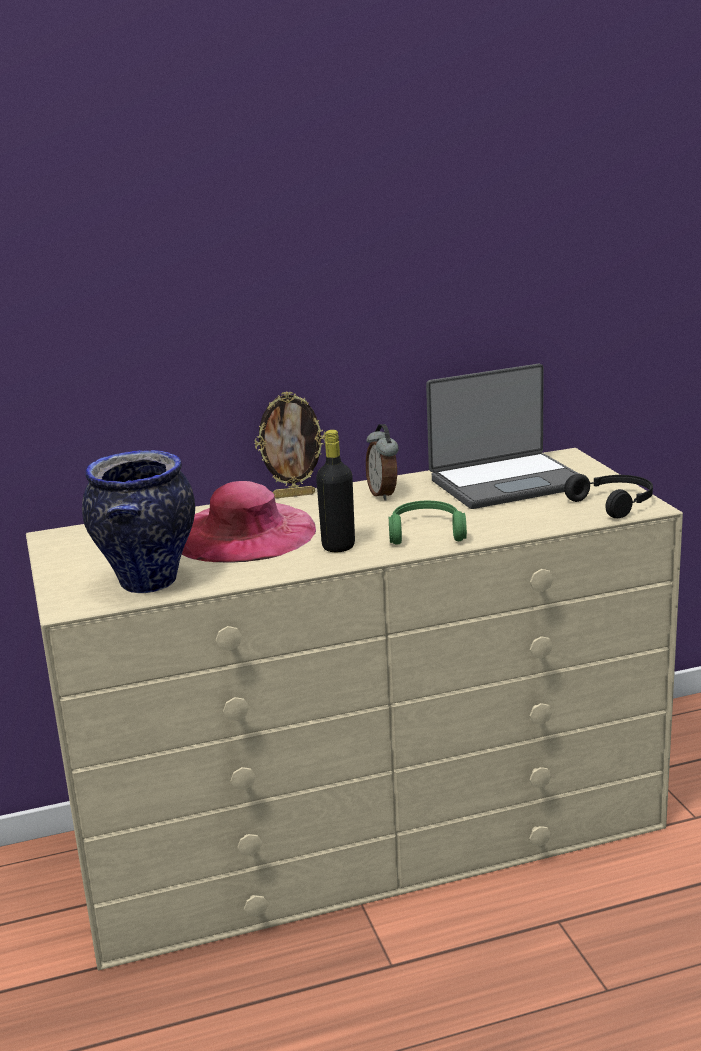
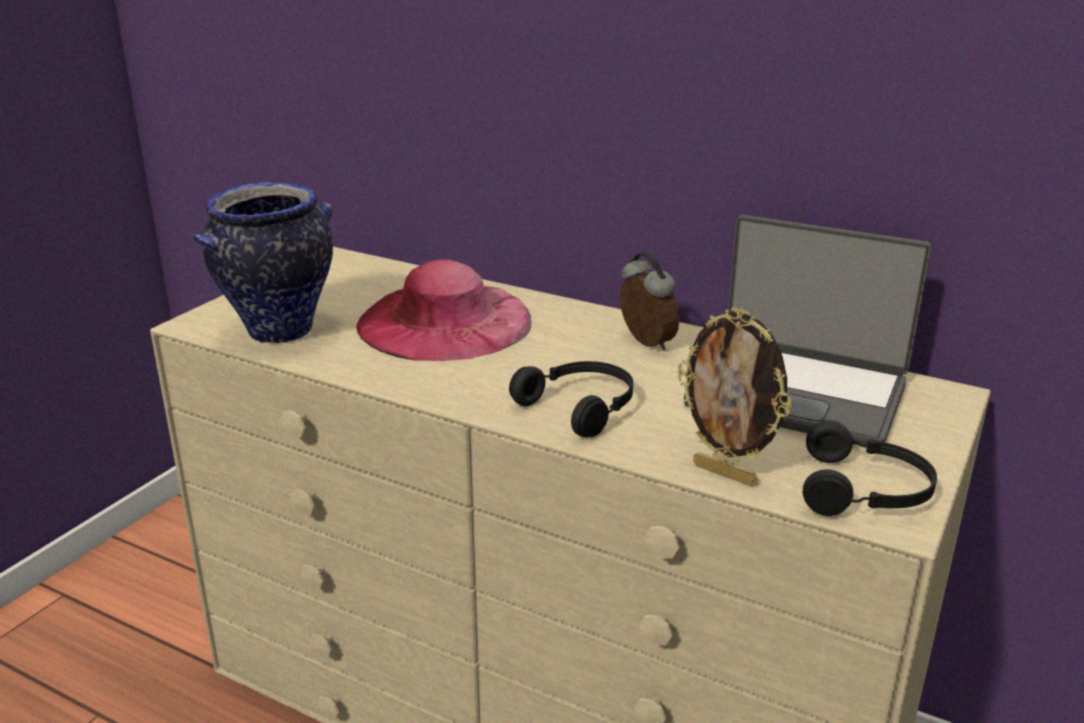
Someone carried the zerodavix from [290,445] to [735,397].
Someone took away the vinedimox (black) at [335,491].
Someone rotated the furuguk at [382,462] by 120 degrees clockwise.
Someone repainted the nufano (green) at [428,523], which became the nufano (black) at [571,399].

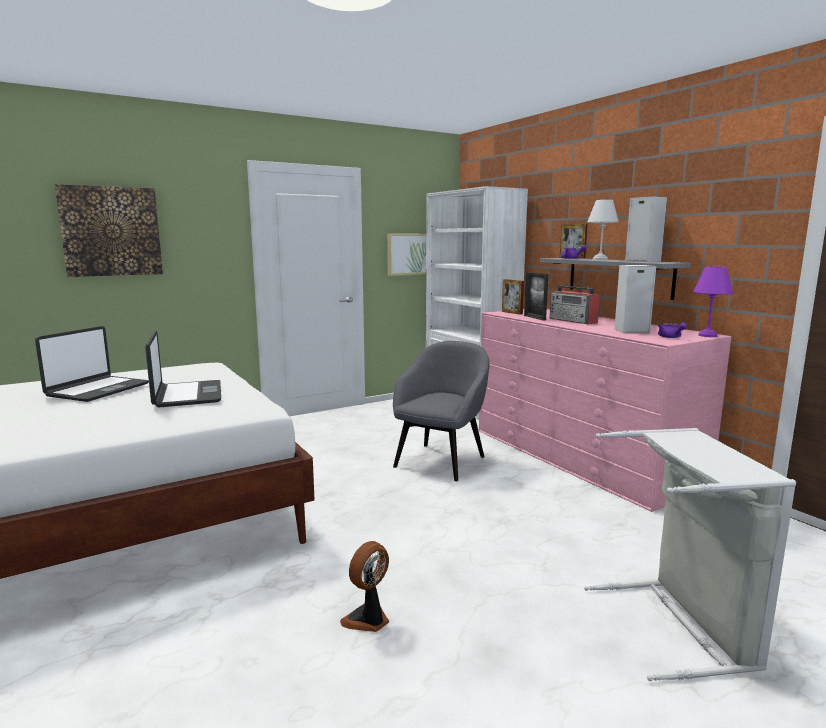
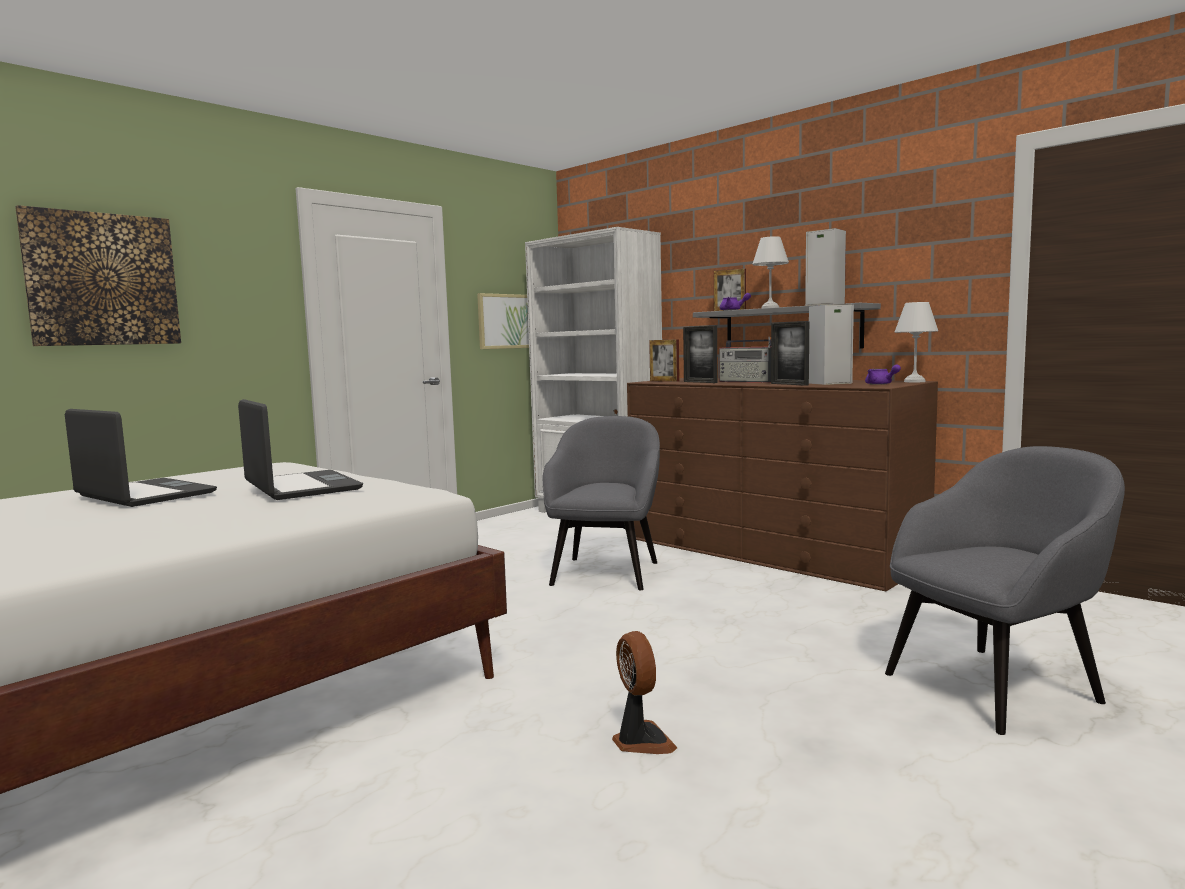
Someone rotated the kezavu at [92,364] by 60 degrees counterclockwise.
Someone rotated the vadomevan at [364,586] by 135 degrees clockwise.
Someone repainted the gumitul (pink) at [605,410], which became the gumitul (brown) at [782,484].
Someone swapped the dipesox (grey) at [690,554] for the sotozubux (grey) at [1005,590].
Someone repainted the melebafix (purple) at [713,302], which became the melebafix (white) at [916,342].
Someone put down the zerodavix at [790,353].

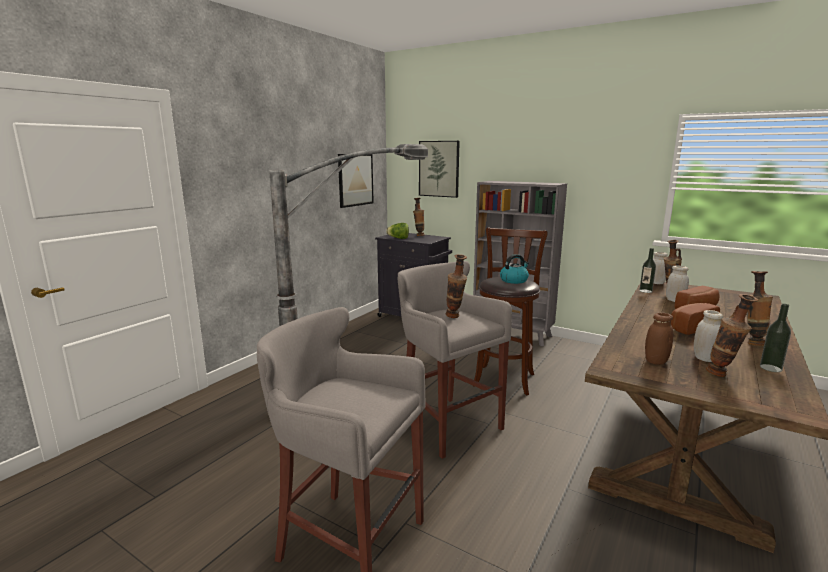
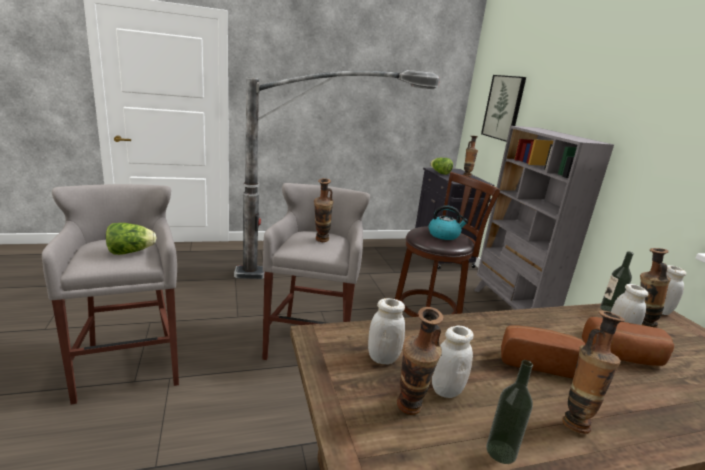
Someone took away the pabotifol at [356,181].
Someone repainted the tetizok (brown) at [659,339], which became the tetizok (white) at [386,331].
Someone put down the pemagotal at [131,239].

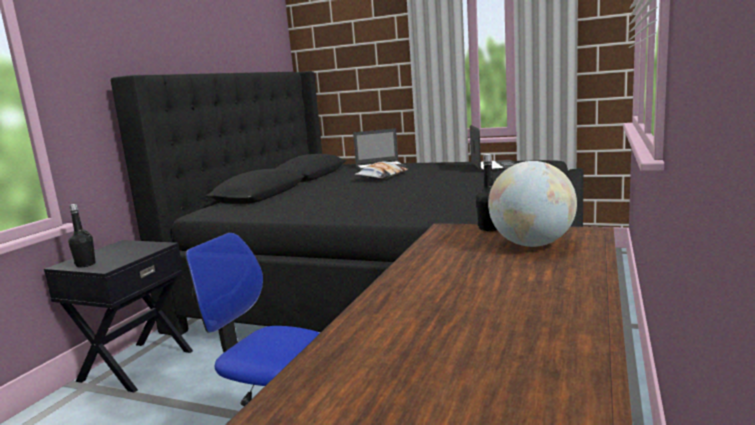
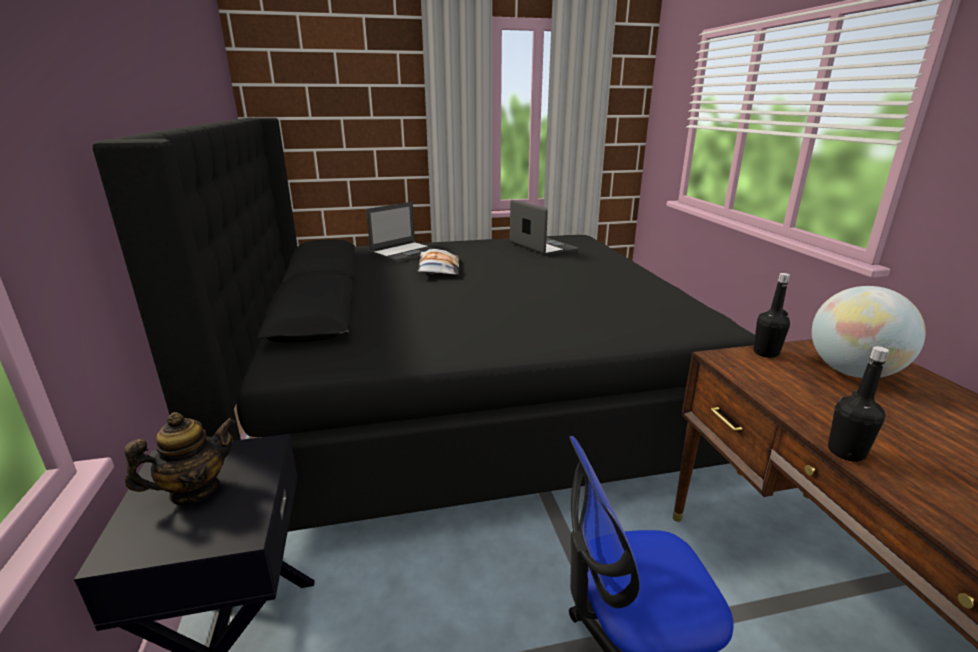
Someone carried the vinedimox (black) from [81,236] to [858,404].
Someone put down the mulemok at [179,458].

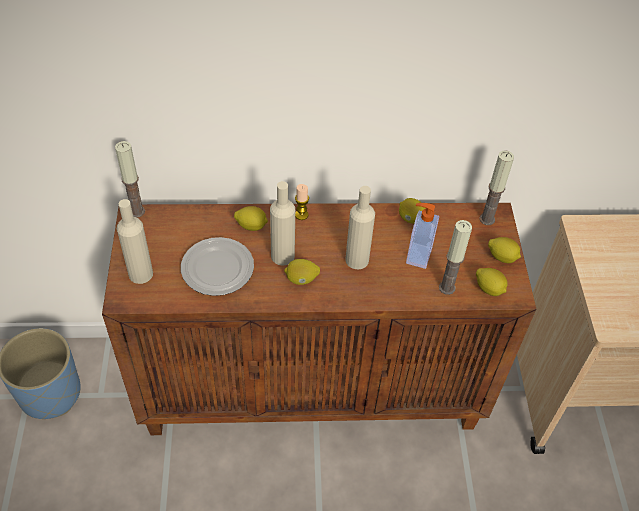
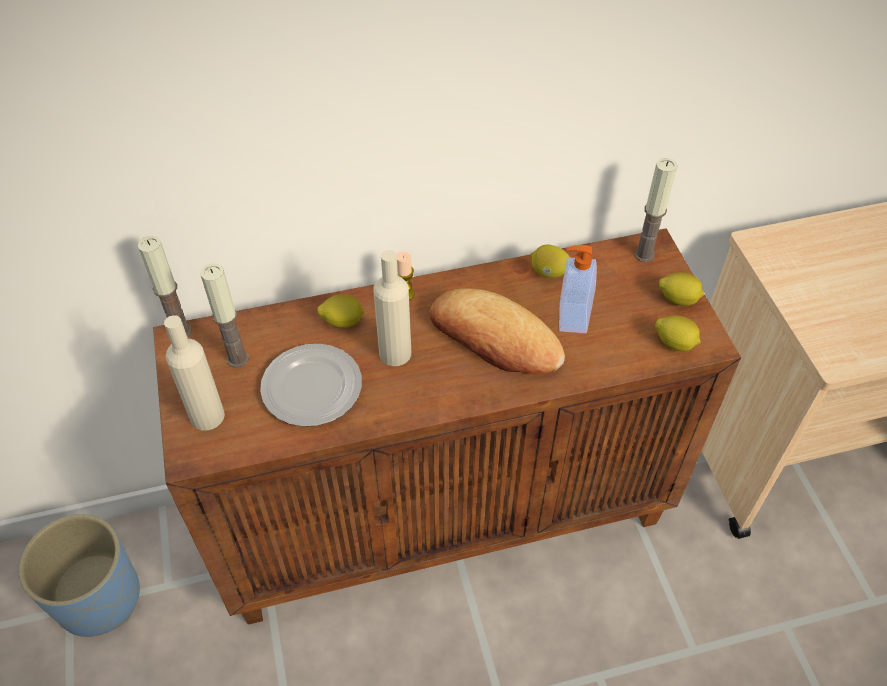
Someone took away the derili at [302,272].
Someone swapped the vinedimox (beige) at [360,227] for the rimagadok at [497,331].
Someone carried the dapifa from [455,257] to [224,316].

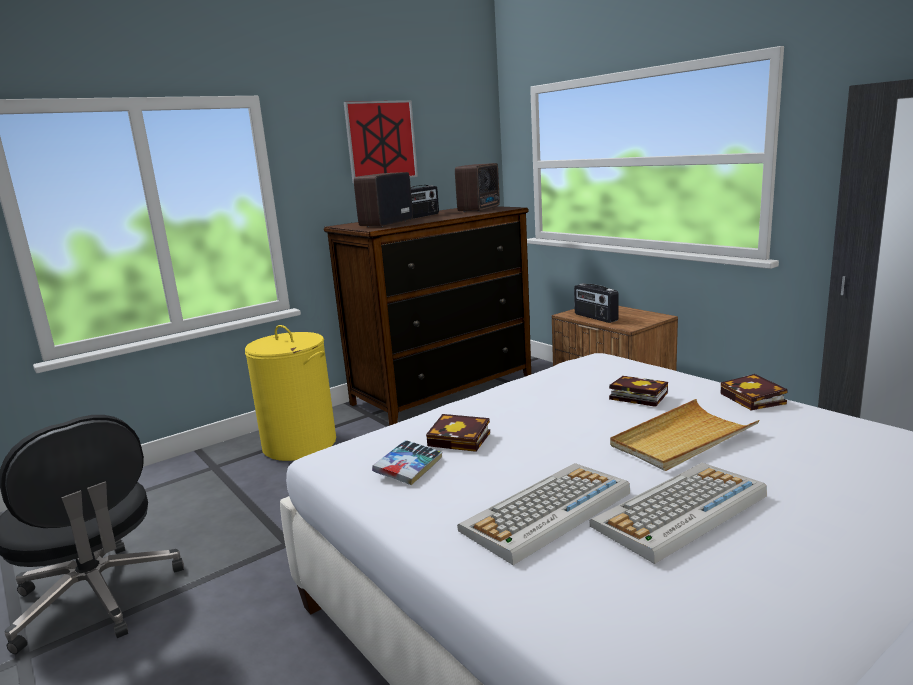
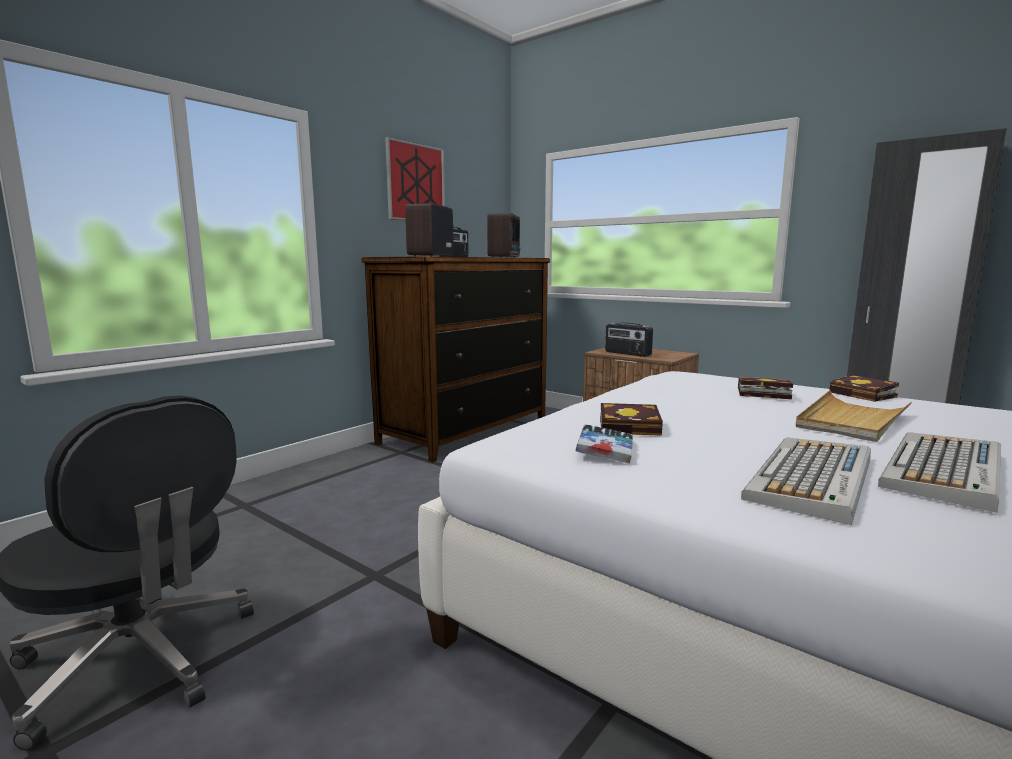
Someone took away the dipesox (yellow) at [290,393].

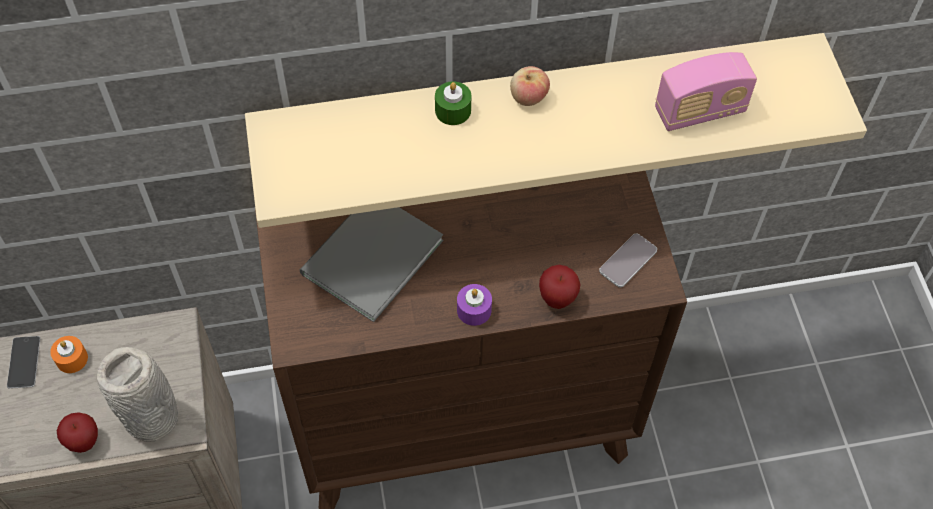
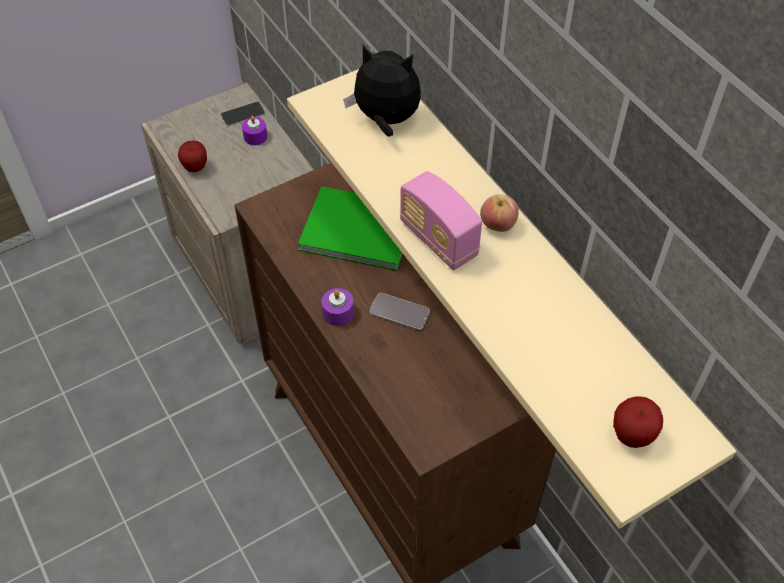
Someone repainted the dapifa (orange) at [69,354], which became the dapifa (purple) at [254,130].
Someone took away the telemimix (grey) at [137,394].
Someone repainted the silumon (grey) at [371,264], which became the silumon (green) at [350,228].
Someone took away the dapifa (green) at [453,103].
Someone carried the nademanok from [559,287] to [638,422].
Someone carried the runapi from [628,260] to [400,311].
Someone carried the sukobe from [706,91] to [441,220].
Someone put down the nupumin at [382,90].

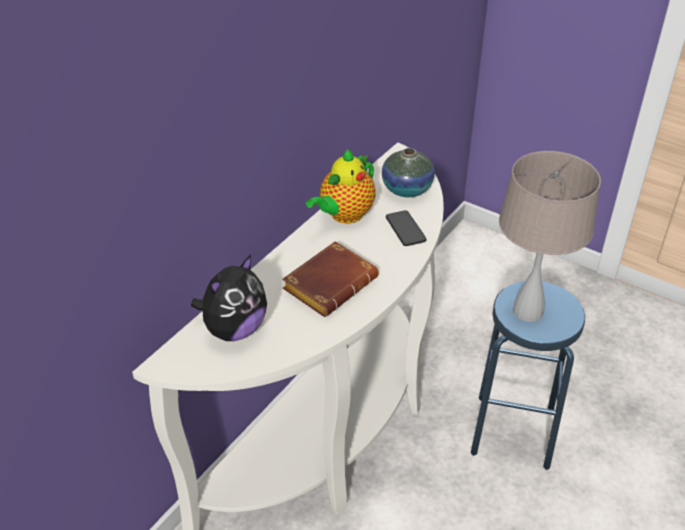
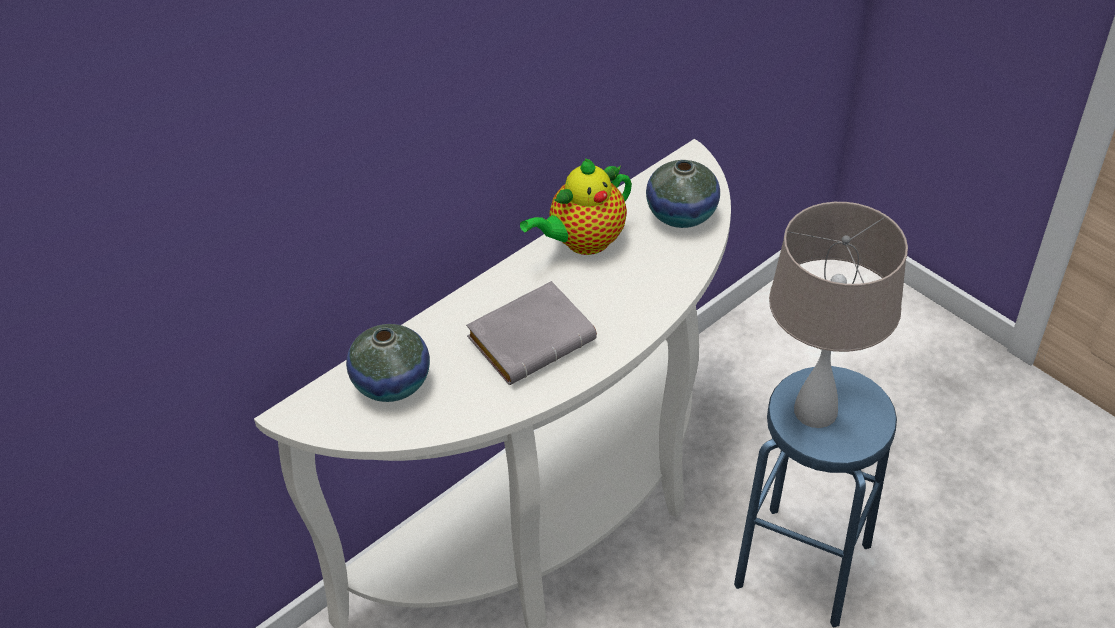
Someone swapped the nupumin at [229,298] for the telemimix at [388,363].
Someone repainted the silumon (brown) at [330,279], which became the silumon (grey) at [531,333].
Someone took away the runapi at [406,228].

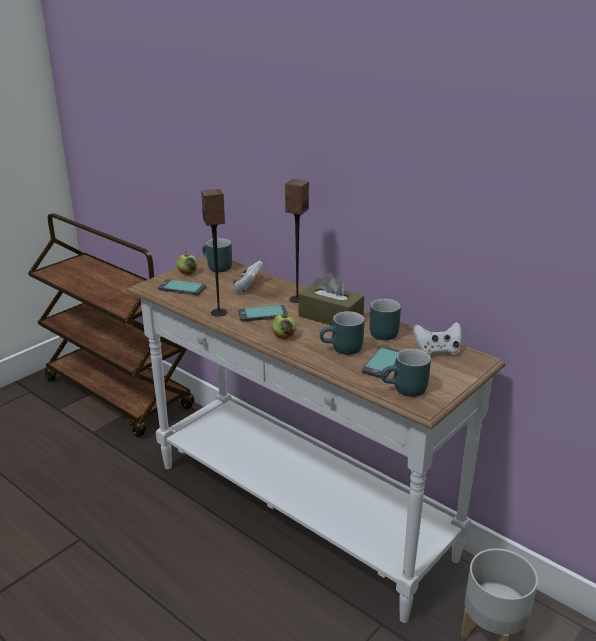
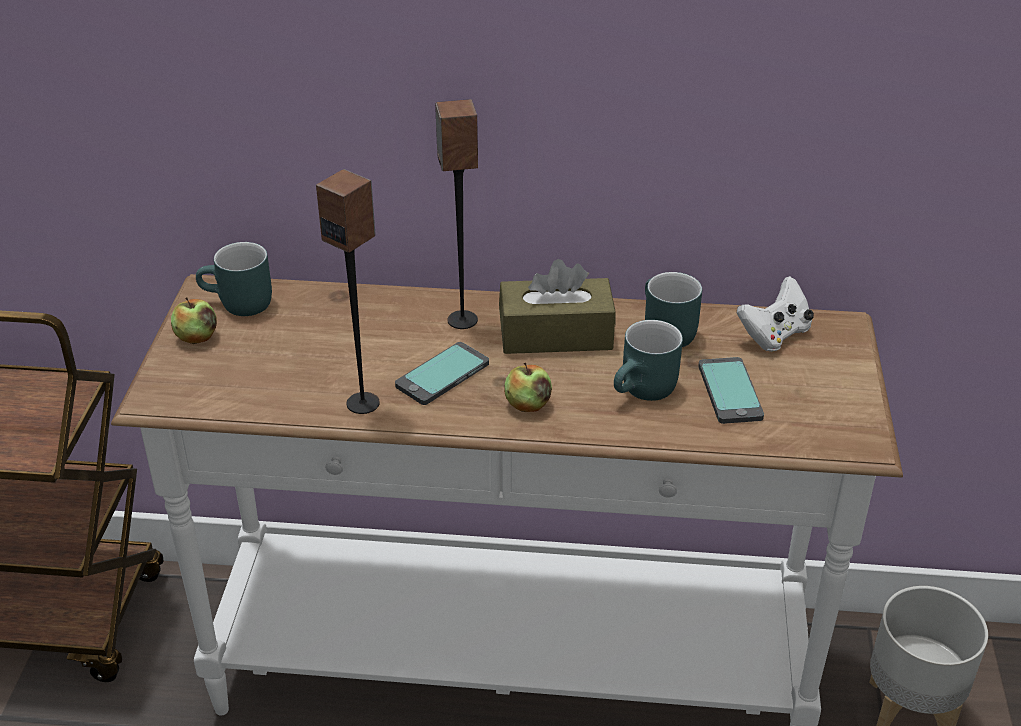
Someone took away the runapi at [182,287].
Someone took away the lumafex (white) at [248,276].
Someone took away the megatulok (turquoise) at [406,372].

